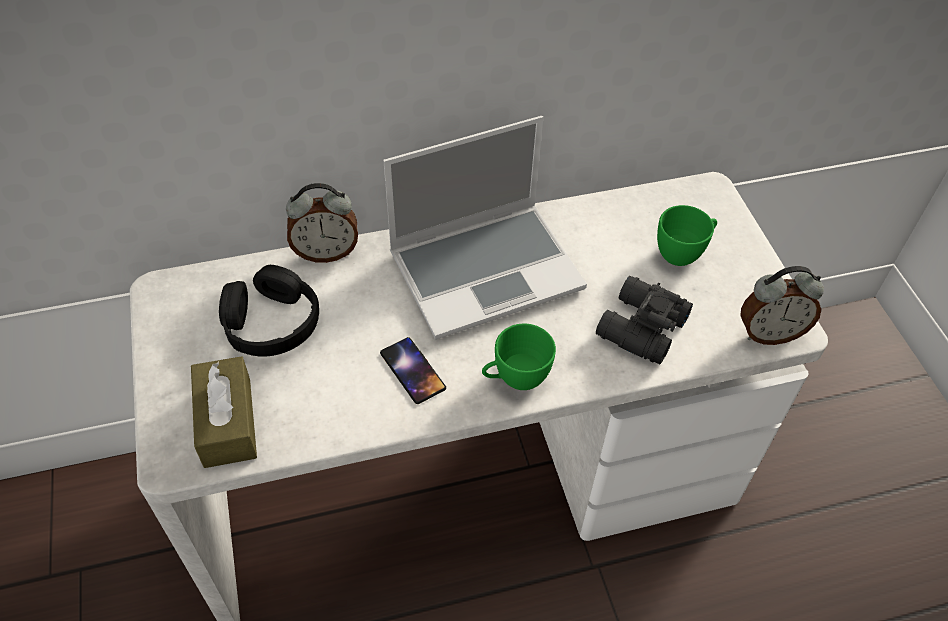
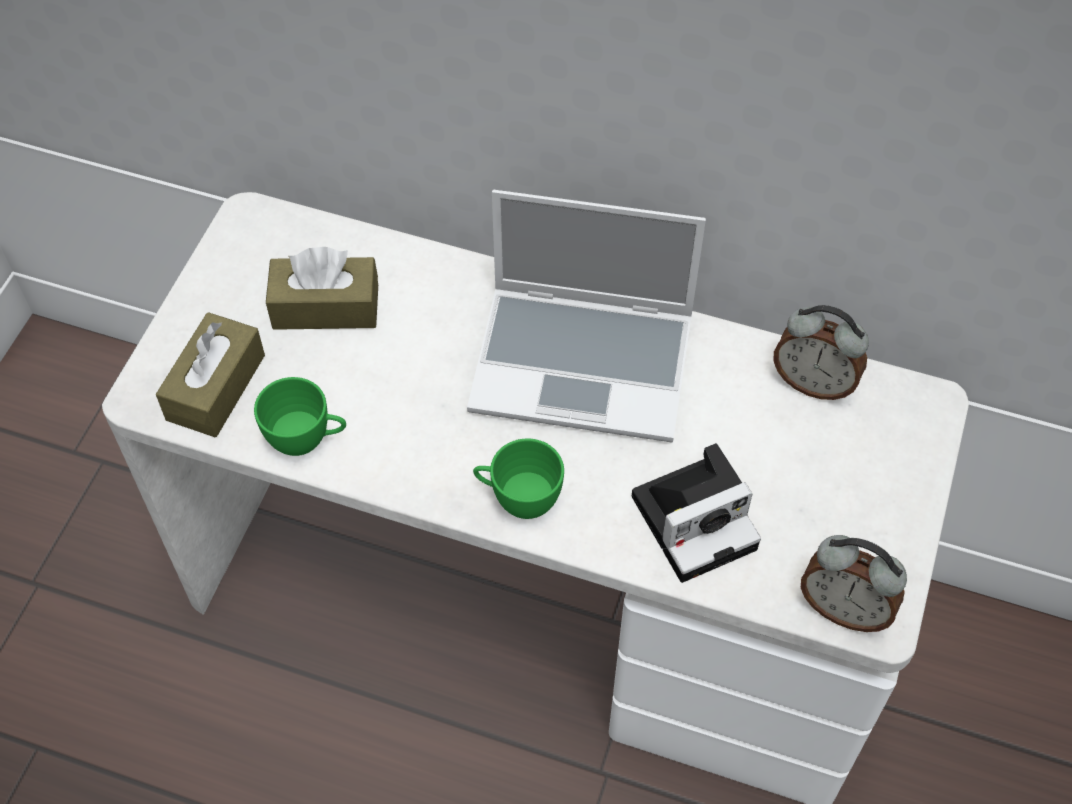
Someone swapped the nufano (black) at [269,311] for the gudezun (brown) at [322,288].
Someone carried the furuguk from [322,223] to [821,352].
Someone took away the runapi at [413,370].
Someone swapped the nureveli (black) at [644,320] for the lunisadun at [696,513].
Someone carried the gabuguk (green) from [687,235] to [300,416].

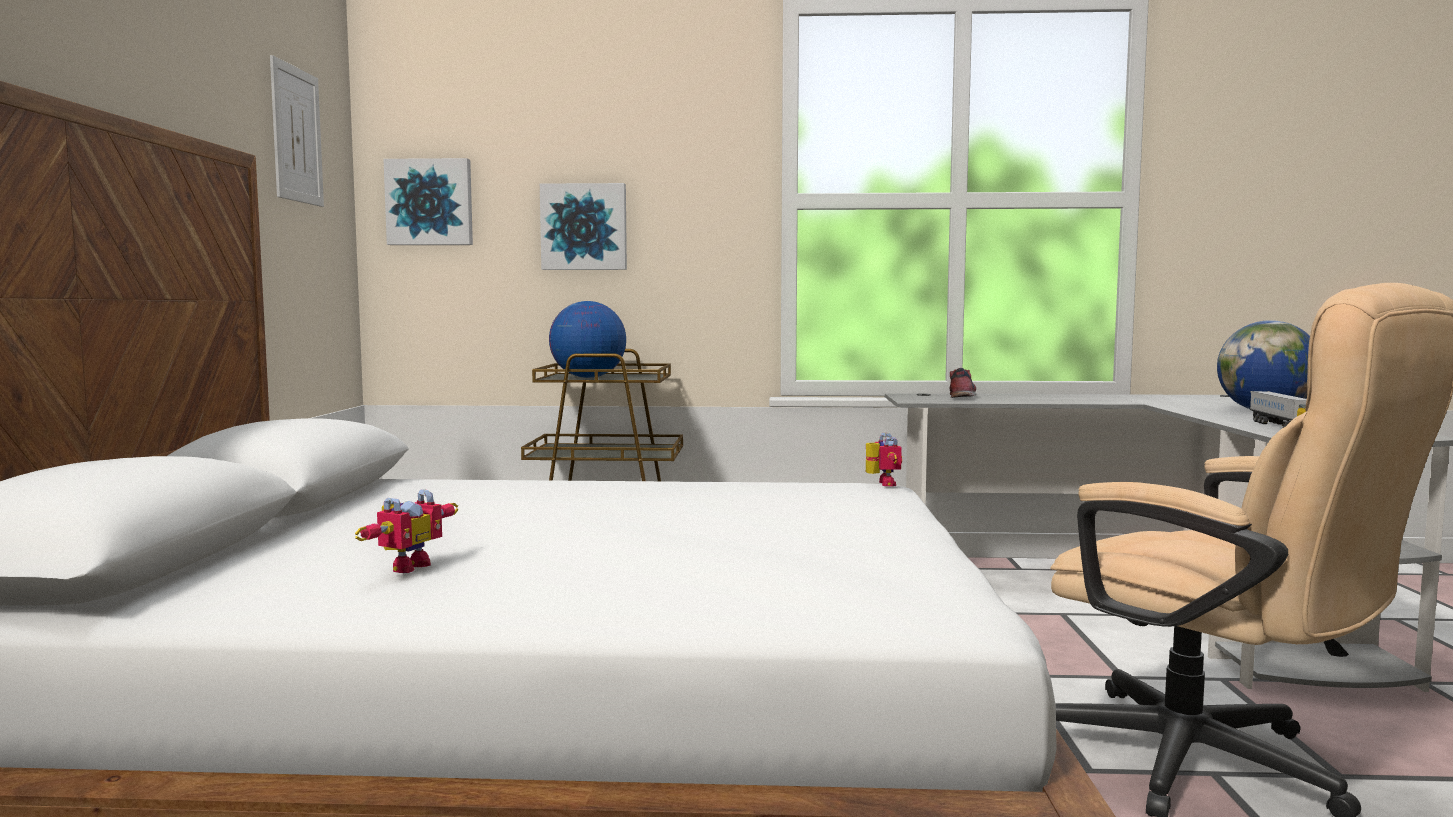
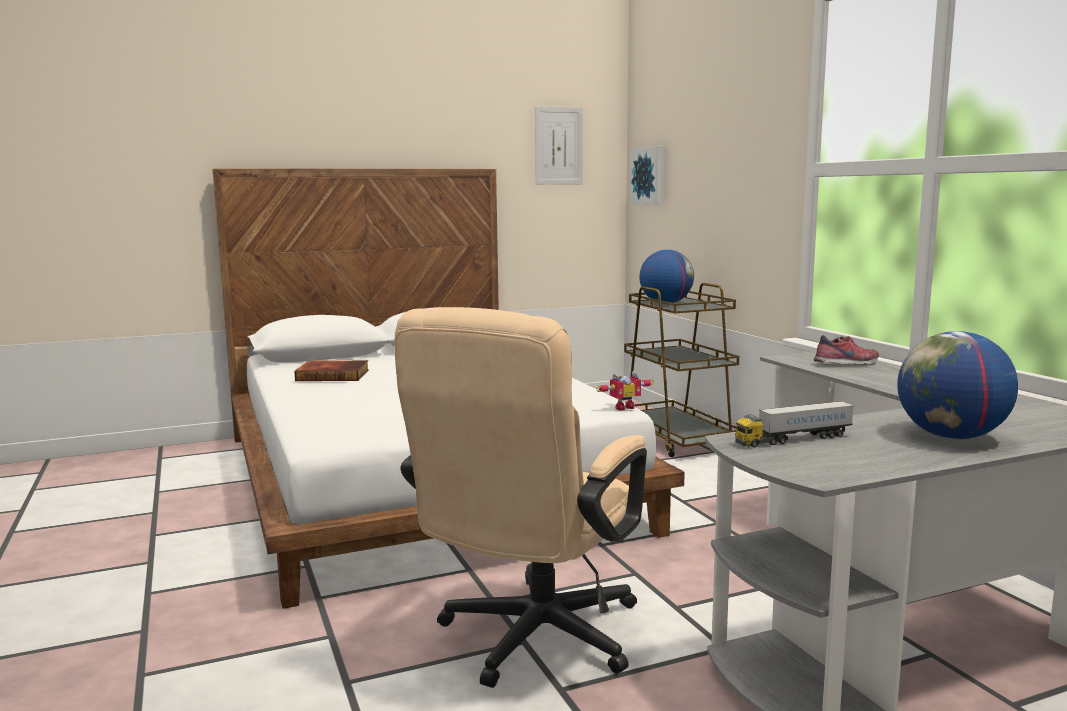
Someone swapped the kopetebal at [407,531] for the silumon at [331,370].
Someone took away the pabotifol at [583,226].

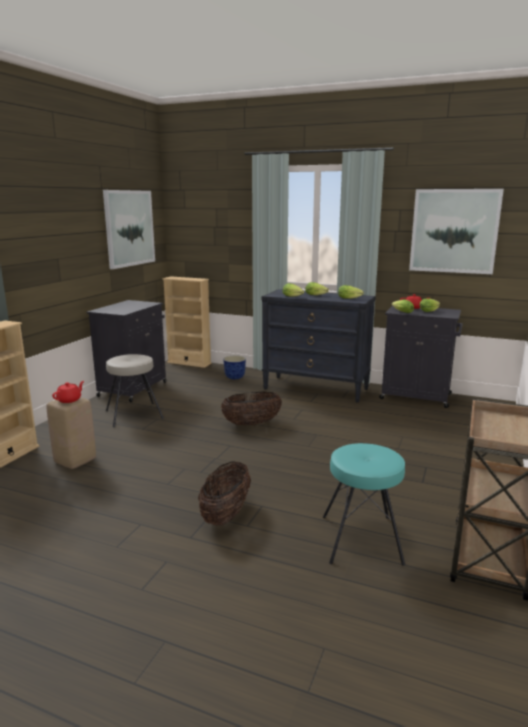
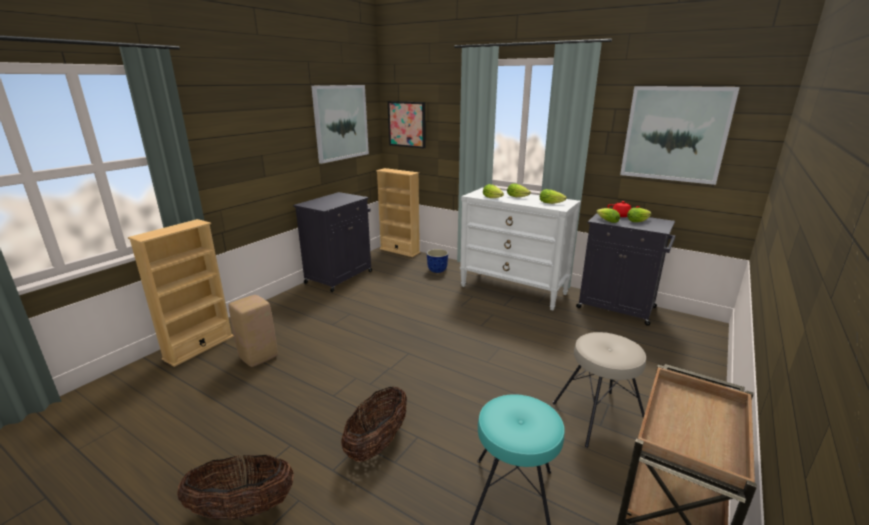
Someone took away the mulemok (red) at [68,392].
Someone carried the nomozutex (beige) from [135,390] to [599,390].
Someone carried the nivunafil from [251,408] to [235,487].
Someone repainted the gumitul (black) at [318,346], which became the gumitul (white) at [520,249].
Someone put up the pabotifol at [407,124].

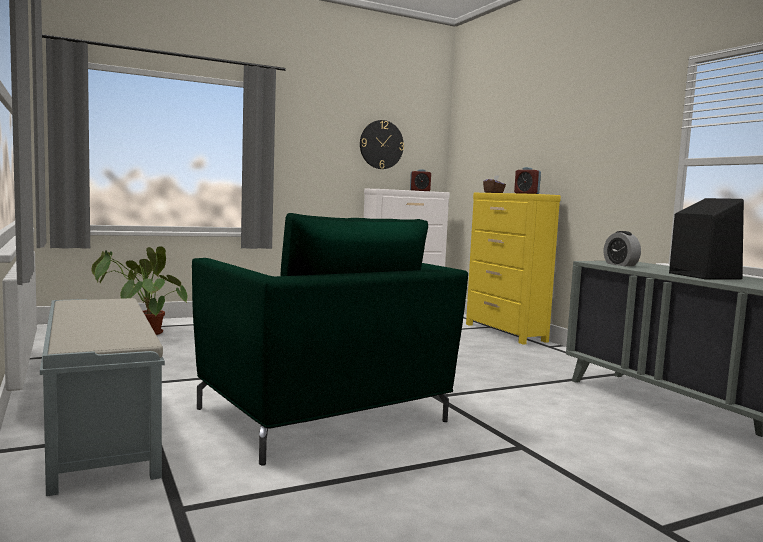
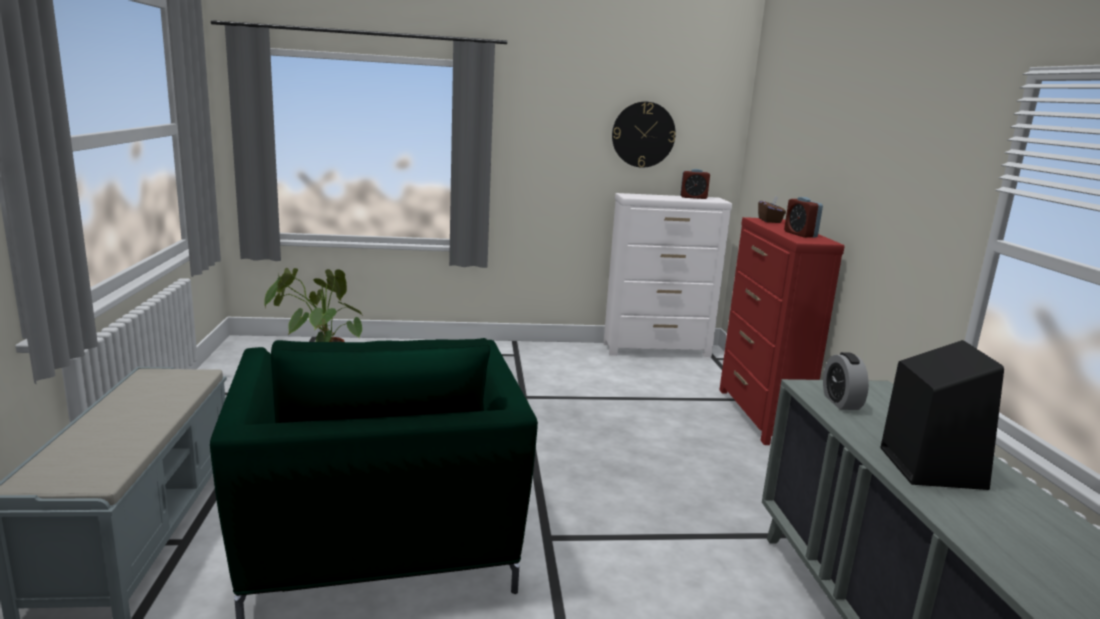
Someone repainted the gumitul (yellow) at [513,269], which became the gumitul (red) at [781,331].

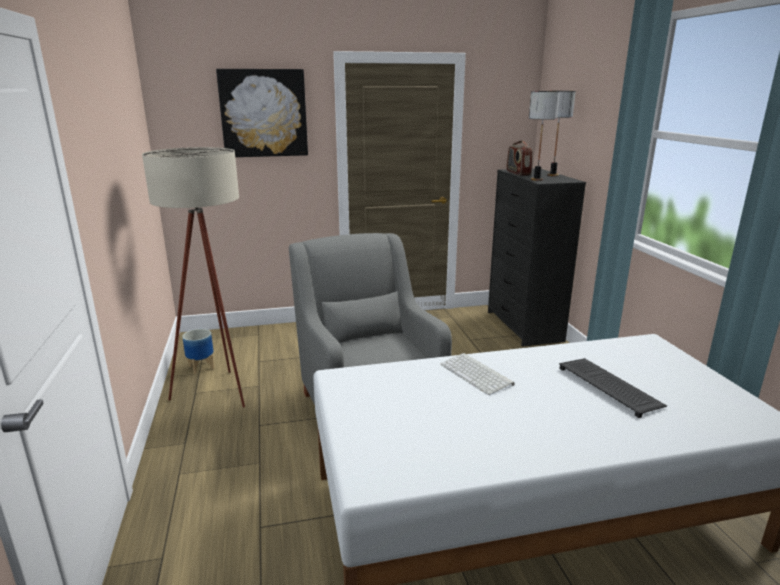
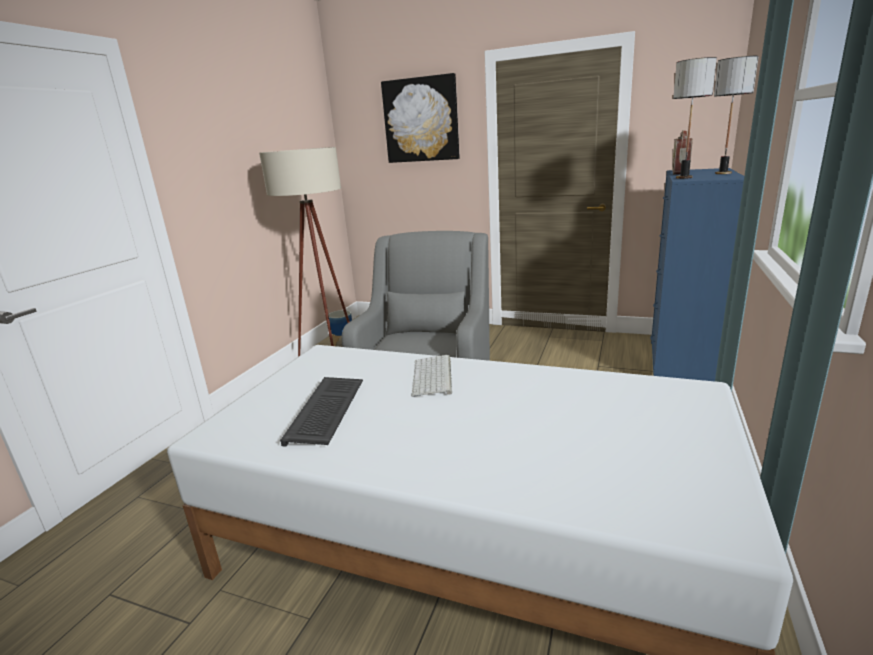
Someone repainted the gumitul (black) at [537,257], which became the gumitul (blue) at [697,274].
Someone carried the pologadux from [613,388] to [321,412].

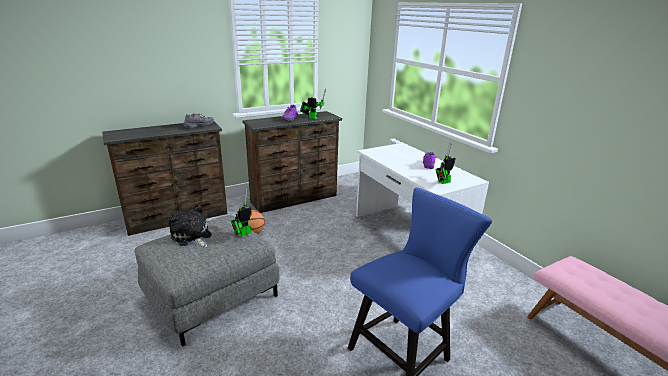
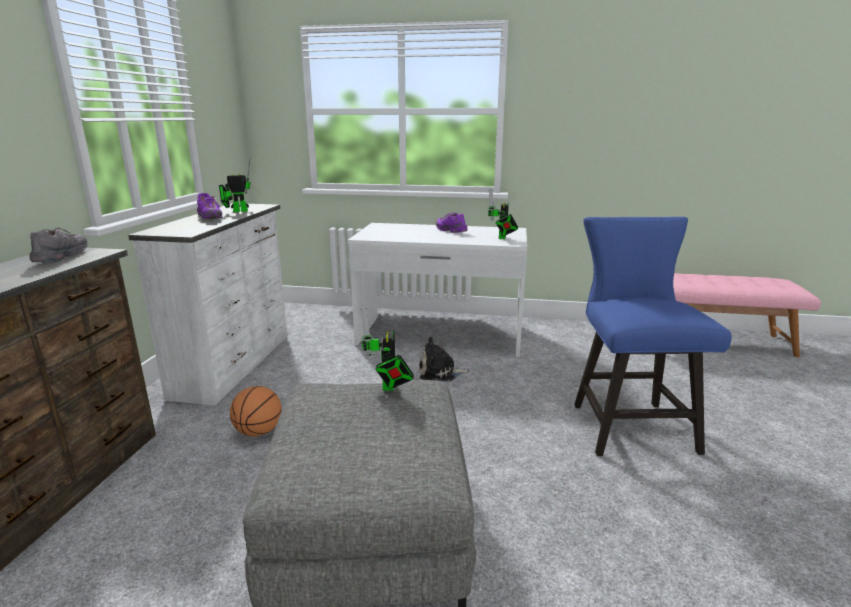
Someone carried the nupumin from [190,227] to [444,359].
Someone repainted the gumitul (brown) at [292,162], which became the gumitul (white) at [207,304].

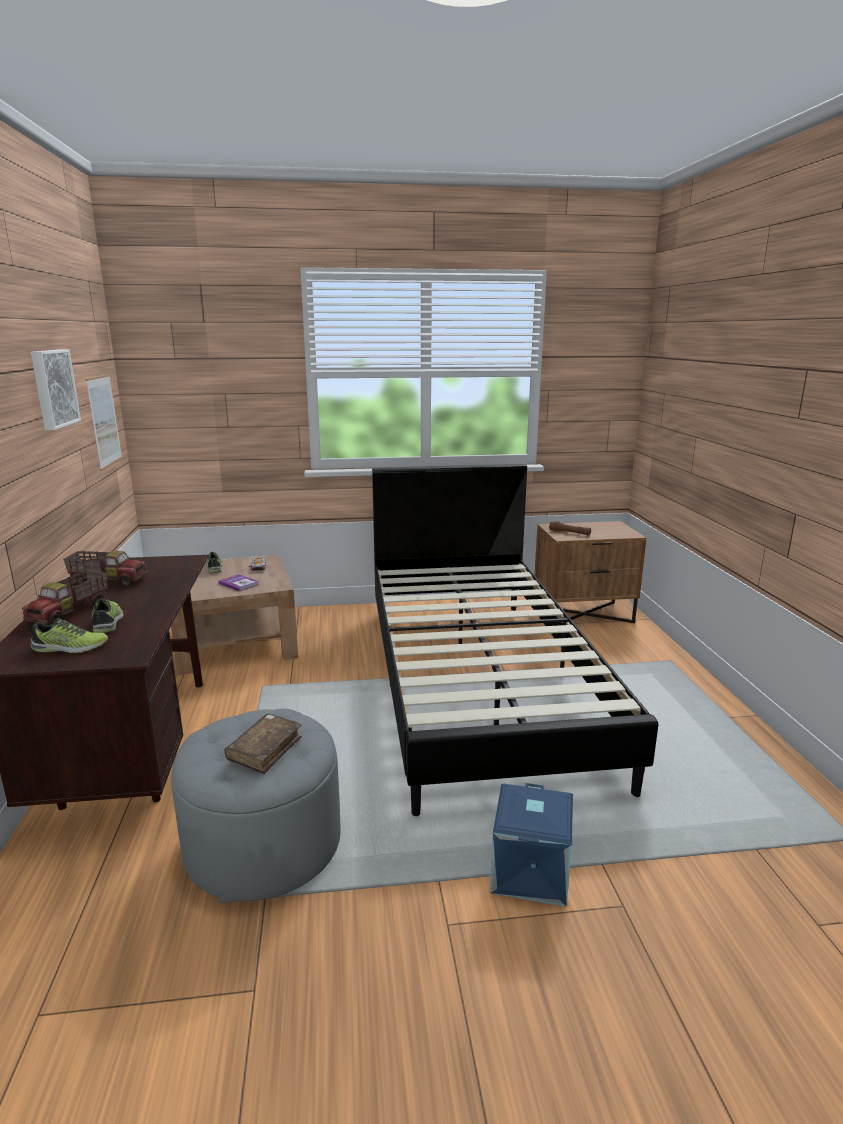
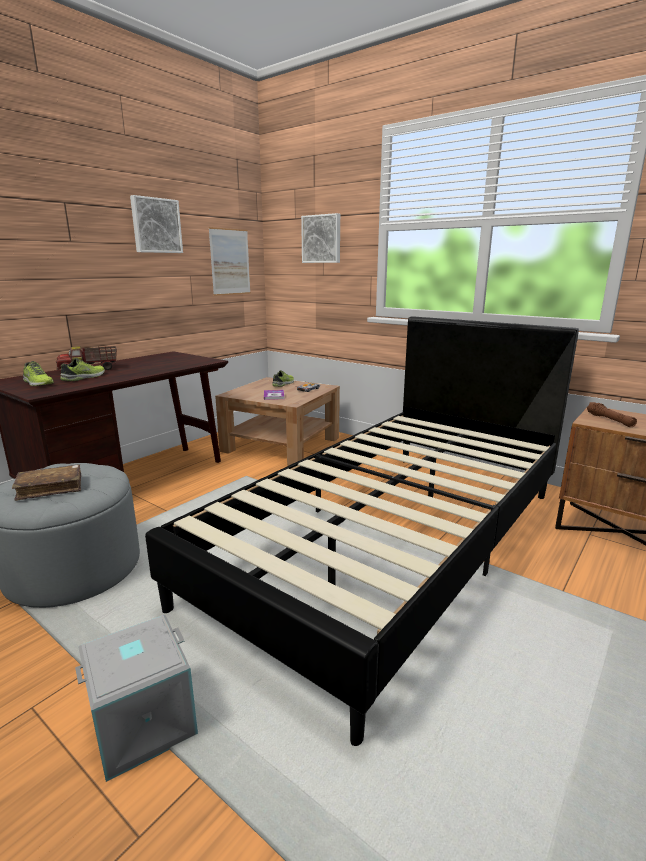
Someone took away the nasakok at [105,569].
Someone repainted the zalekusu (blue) at [531,845], which became the zalekusu (grey) at [136,698].
Someone put up the pabotifol at [320,238].

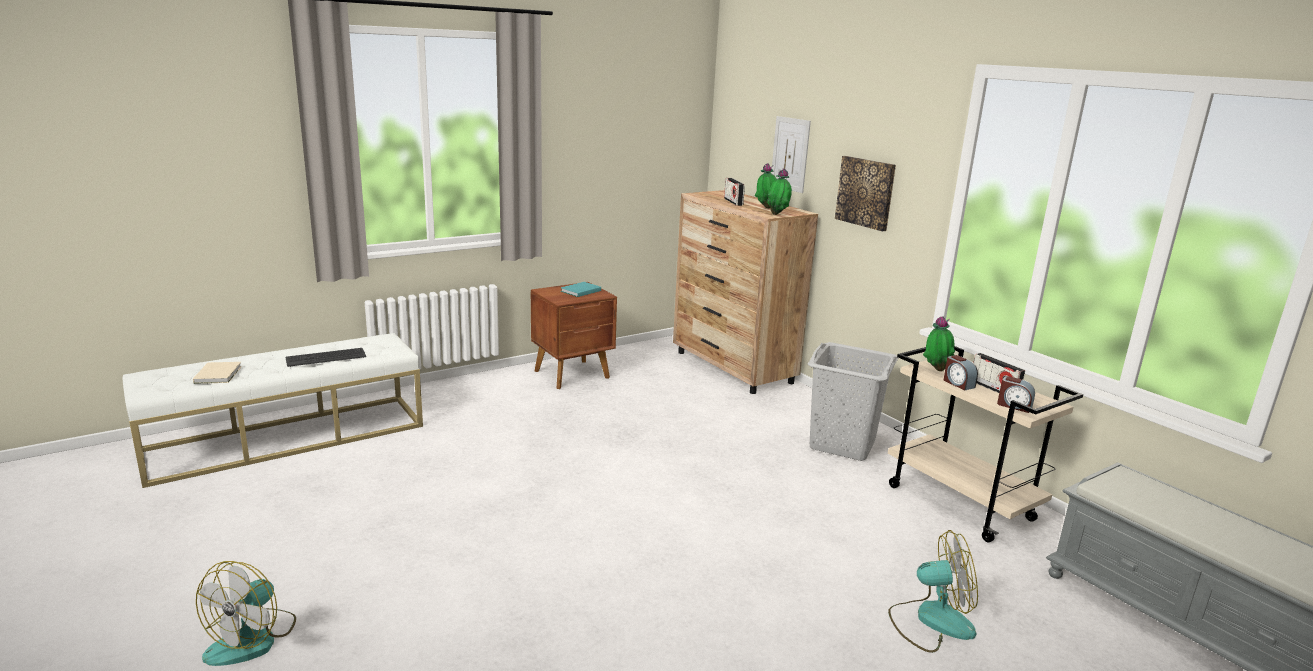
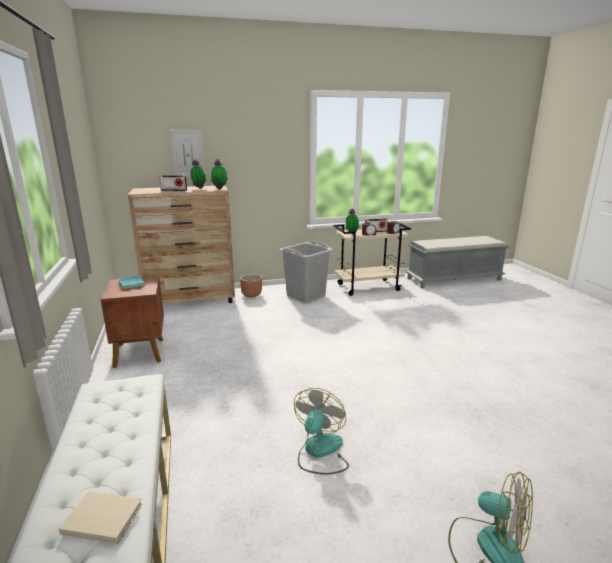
Someone took away the pologadux at [326,357].
Someone took away the pabotifol at [865,193].
Someone carried the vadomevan from [933,591] to [321,431].
Someone put down the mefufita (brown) at [251,285].

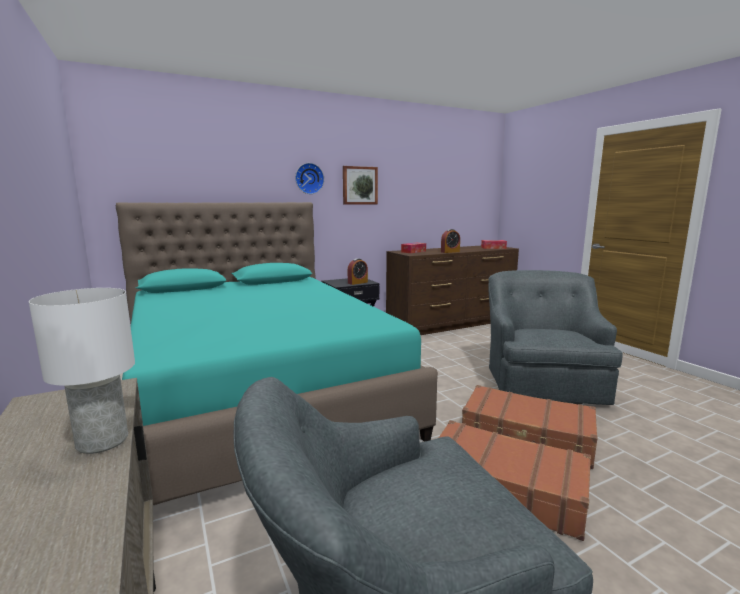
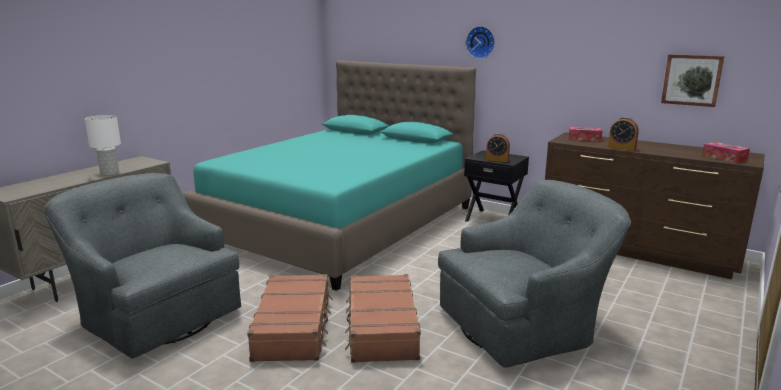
Someone carried the pabotifol from [360,185] to [693,80].

